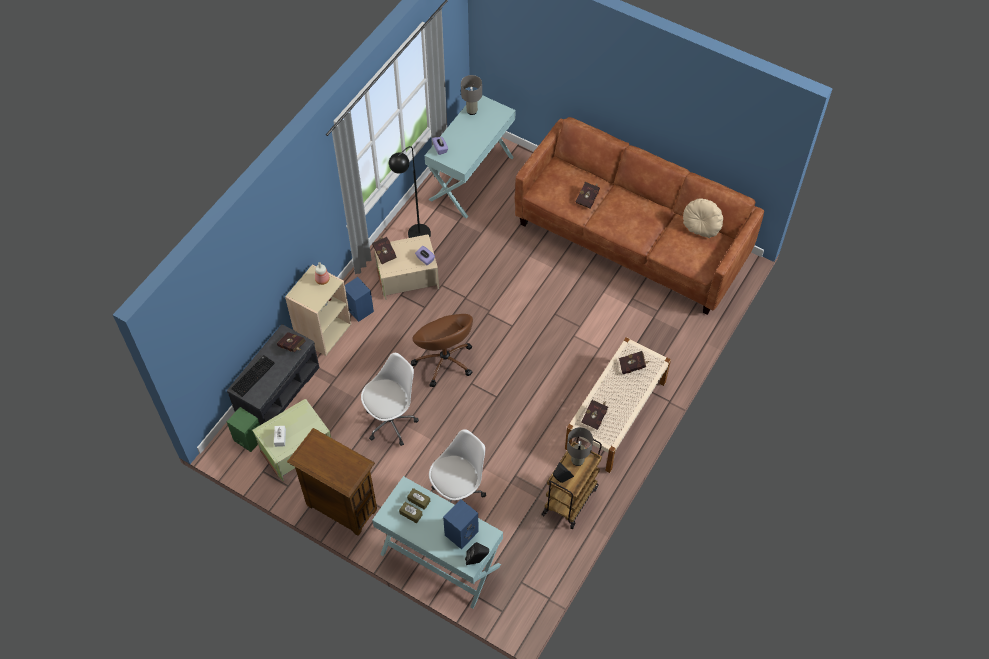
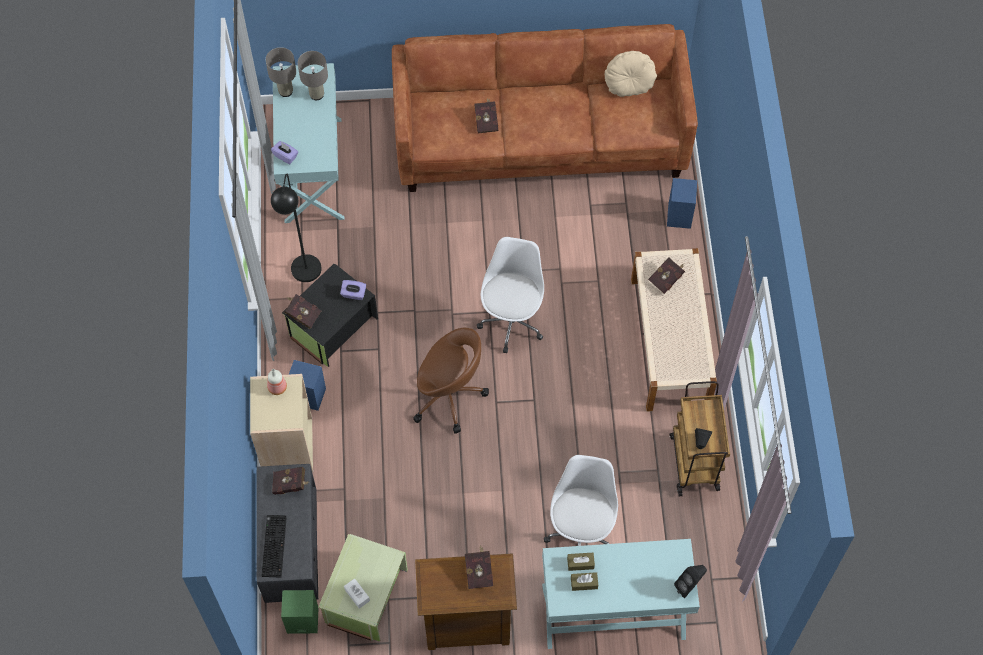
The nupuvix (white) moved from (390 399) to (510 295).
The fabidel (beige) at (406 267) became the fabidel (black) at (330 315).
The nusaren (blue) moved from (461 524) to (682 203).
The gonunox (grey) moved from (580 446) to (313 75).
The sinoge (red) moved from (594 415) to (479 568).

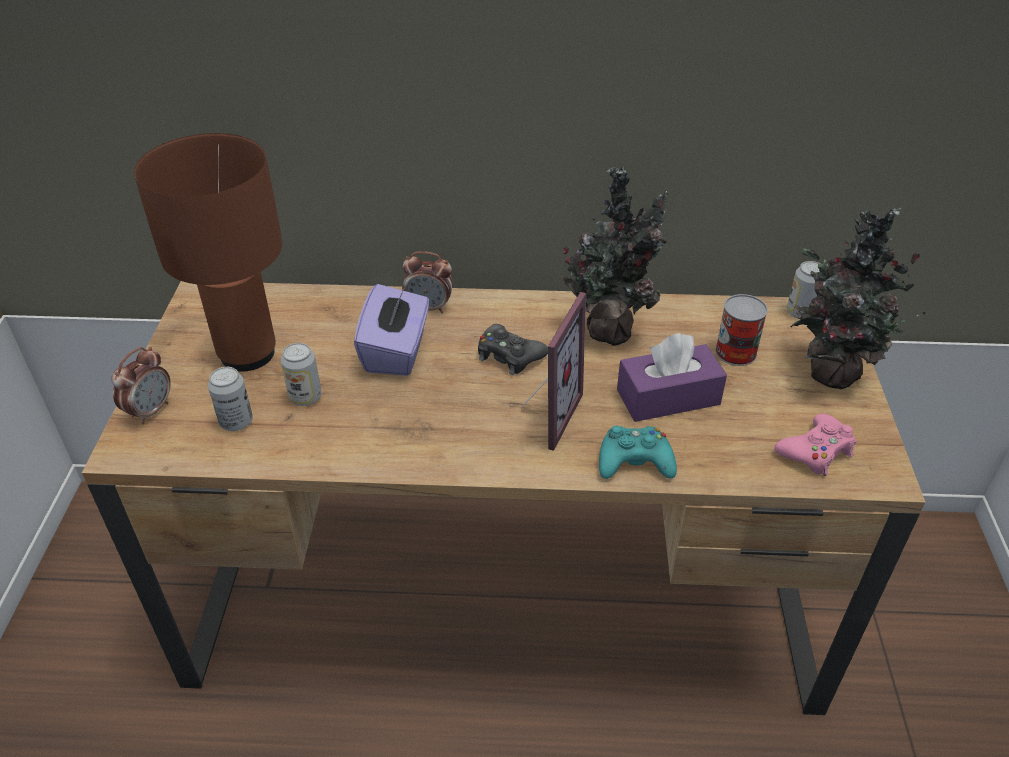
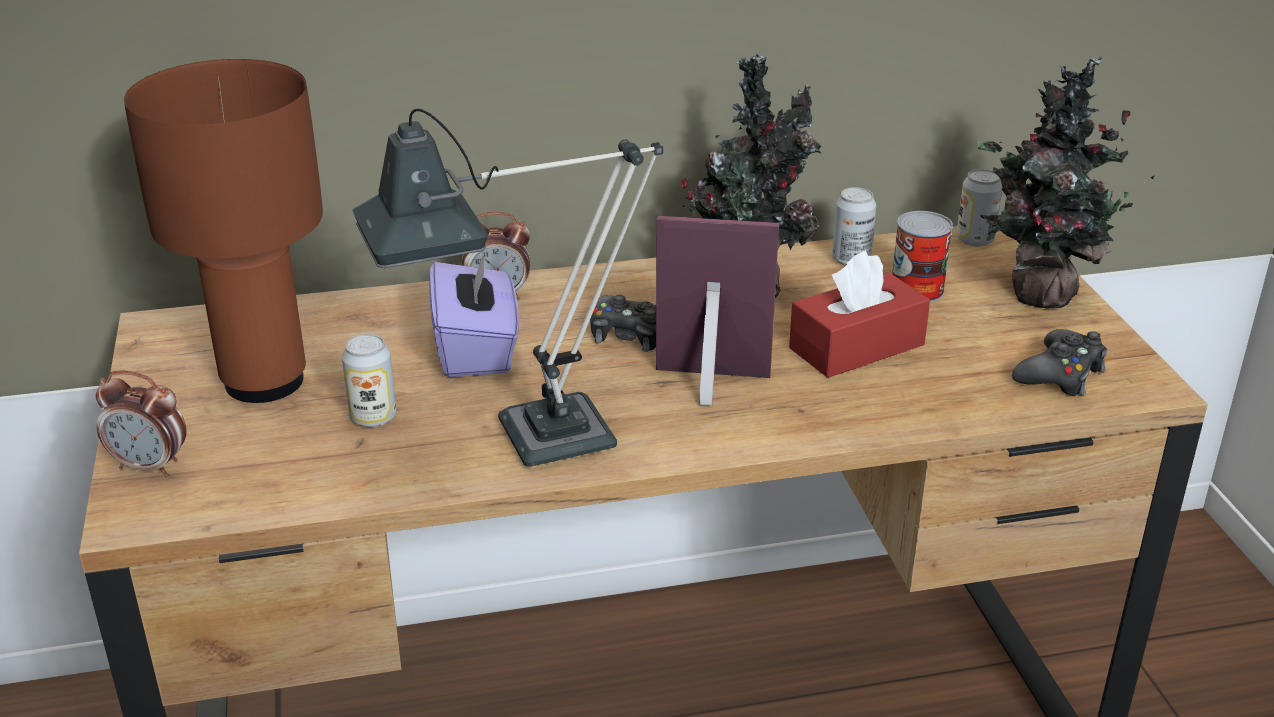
The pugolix at (141 385) turned 90 degrees clockwise.
The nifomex moved from (230 399) to (854 226).
The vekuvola at (554 371) turned 90 degrees counterclockwise.
The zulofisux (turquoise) at (638 452) disappeared.
The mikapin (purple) at (672 377) became the mikapin (red) at (859 314).
The zulofisux (pink) at (815 444) became the zulofisux (black) at (1059 362).
The gonunox at (508 288) appeared.

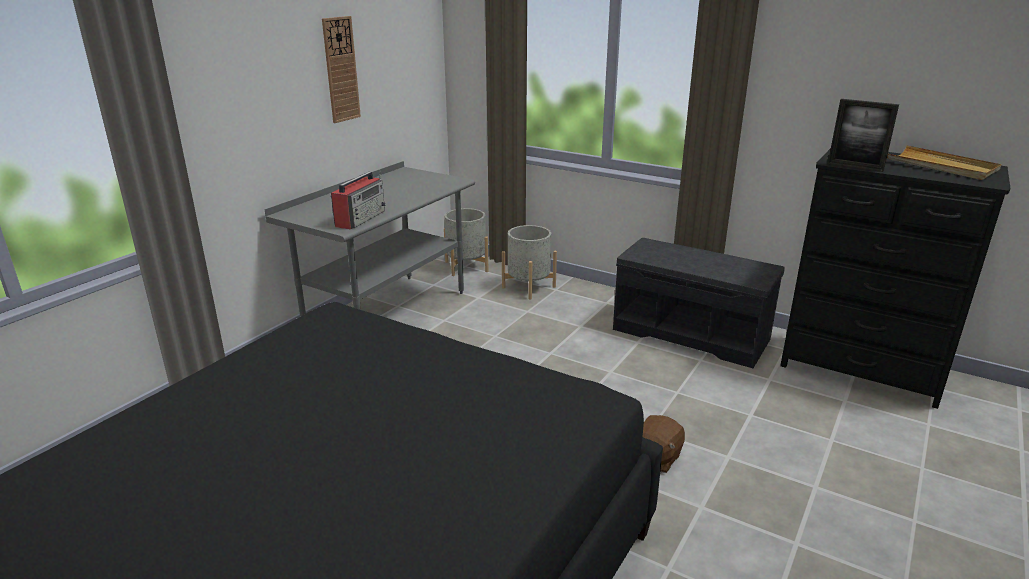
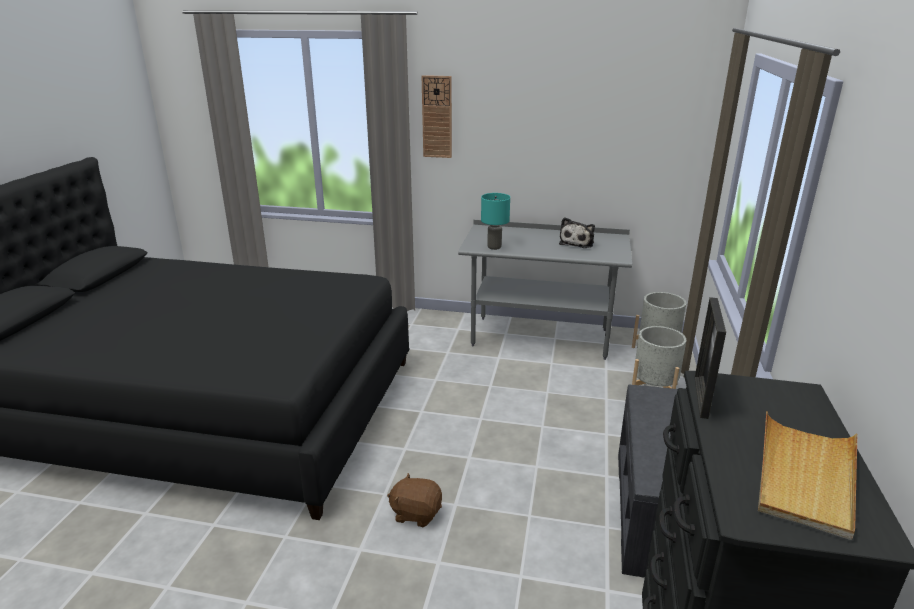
The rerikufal moved from (341 69) to (437 116).
The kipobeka at (358 200) was replaced by the gonunox (turquoise) at (495 221).
The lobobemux at (577 232) appeared.

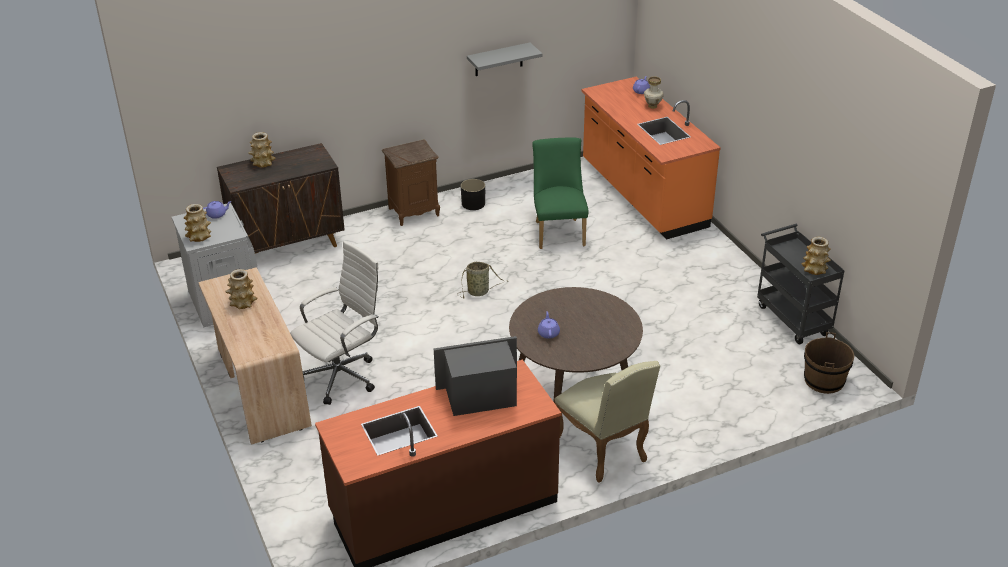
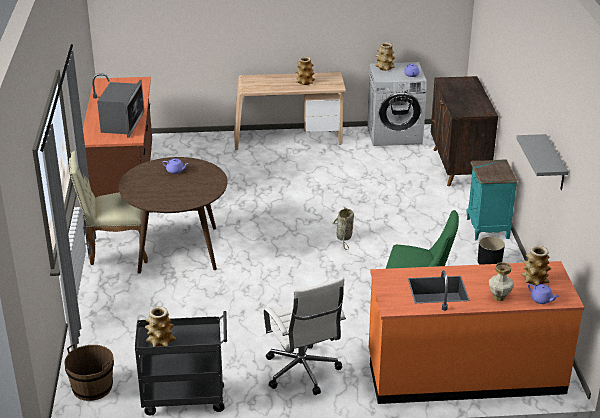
The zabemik moved from (261 150) to (536 265).
The nupuvix (white) moved from (334 323) to (304 336).
The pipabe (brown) at (411 182) became the pipabe (turquoise) at (492 199).

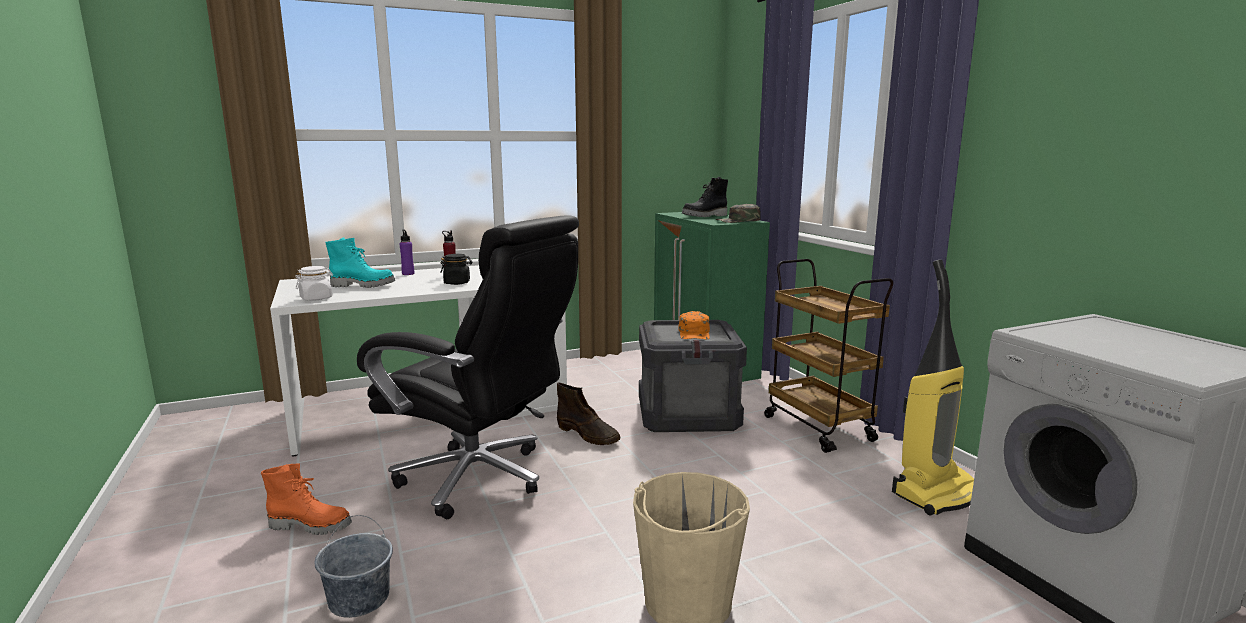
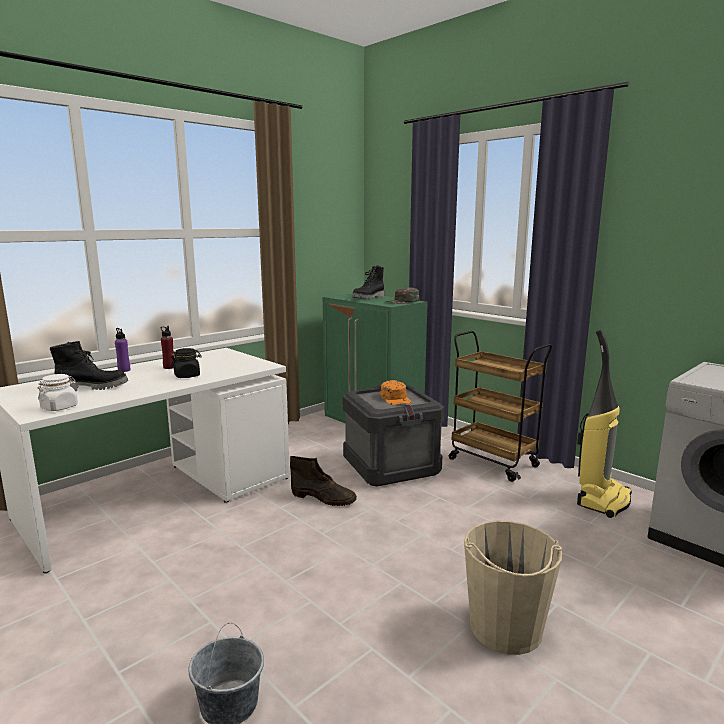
The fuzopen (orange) at (306 499) disappeared.
The fuzopen (turquoise) at (360 263) became the fuzopen (black) at (89 366).
The nupuvix (black) at (468 367) disappeared.

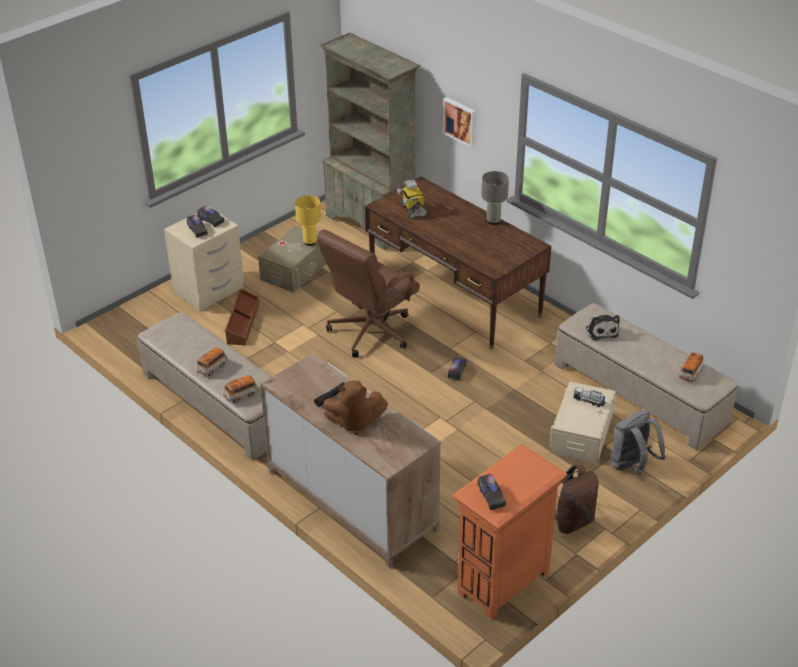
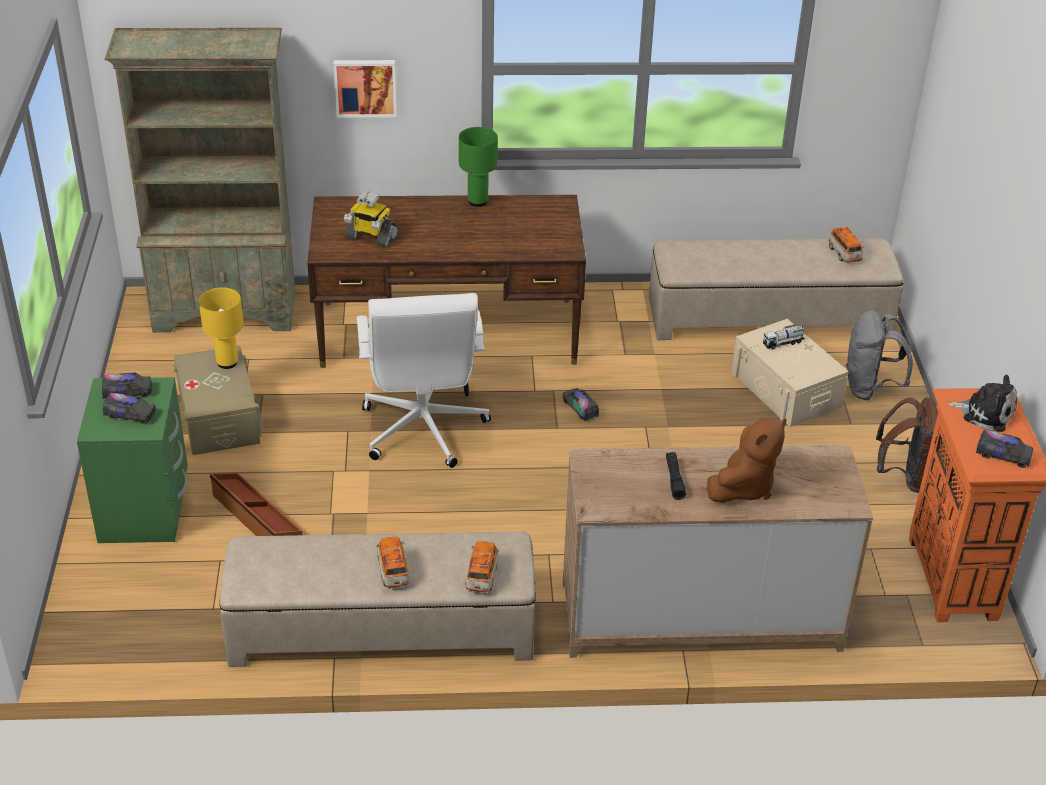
The pipabe (beige) at (204 259) became the pipabe (green) at (132 460).
The nupuvix (brown) at (368 294) became the nupuvix (white) at (424 380).
The gonunox (grey) at (495 198) became the gonunox (green) at (478 167).
The lobobemux moved from (603 328) to (982 403).

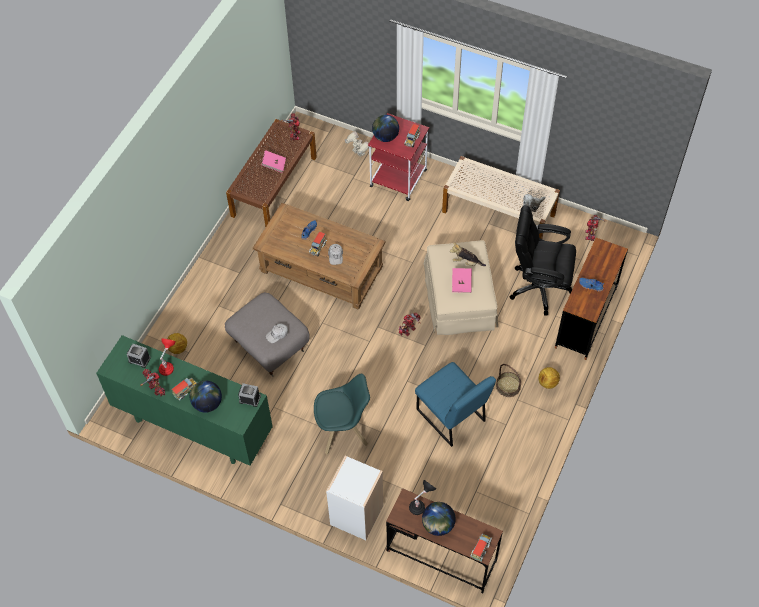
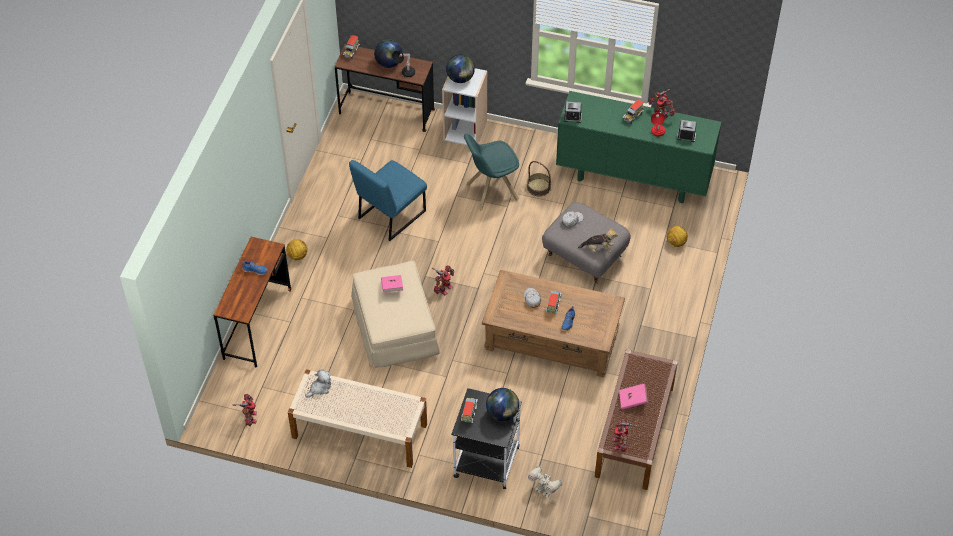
The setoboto moved from (206 397) to (460 69).
The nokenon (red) at (398 157) became the nokenon (black) at (486 438).
The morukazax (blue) at (455 404) turned 90 degrees counterclockwise.
The lobobemux moved from (468 254) to (598 240).
The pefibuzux moved from (508 380) to (539 179).
The nupuvix (black) at (543 260) disappeared.

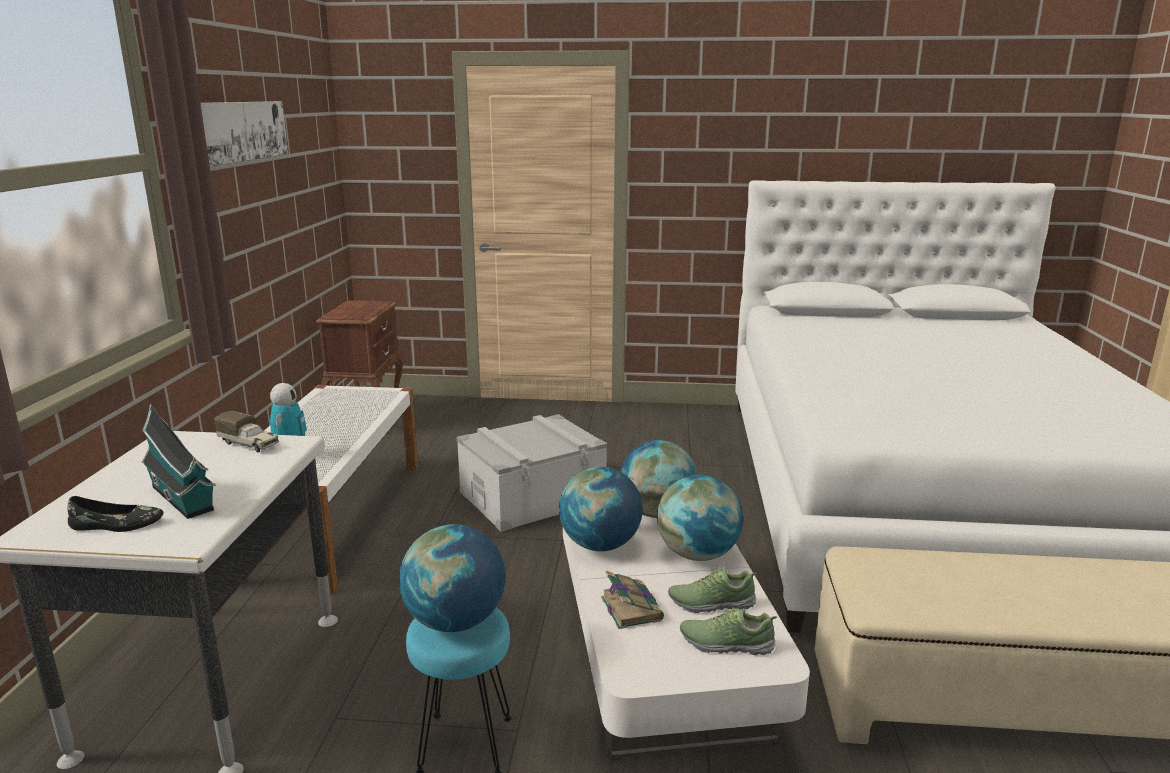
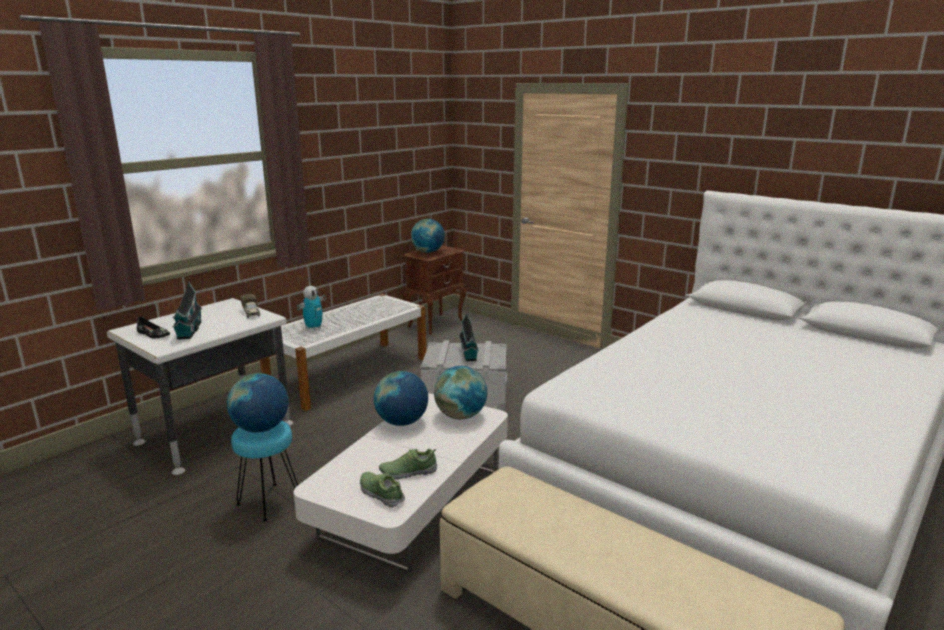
The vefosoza at (244 133) disappeared.
The sinoge at (632 600) disappeared.
The setoboto moved from (700 518) to (428 236).
The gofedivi at (712 591) turned 45 degrees counterclockwise.
The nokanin at (469 337) appeared.

